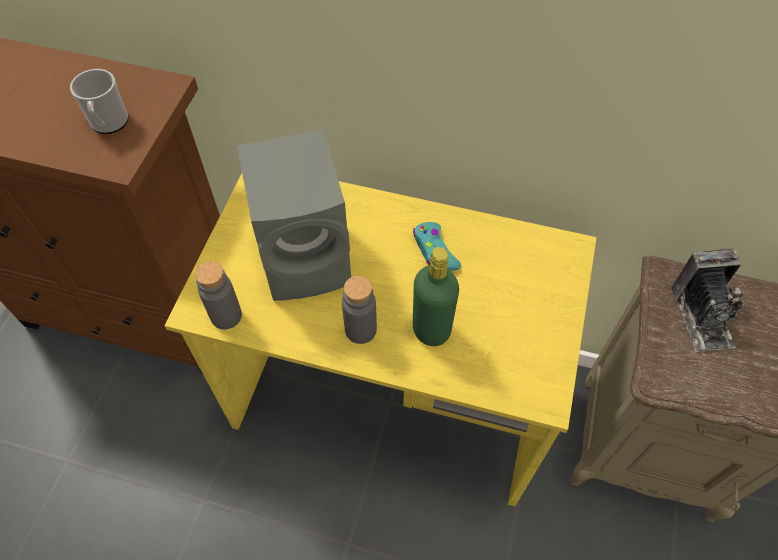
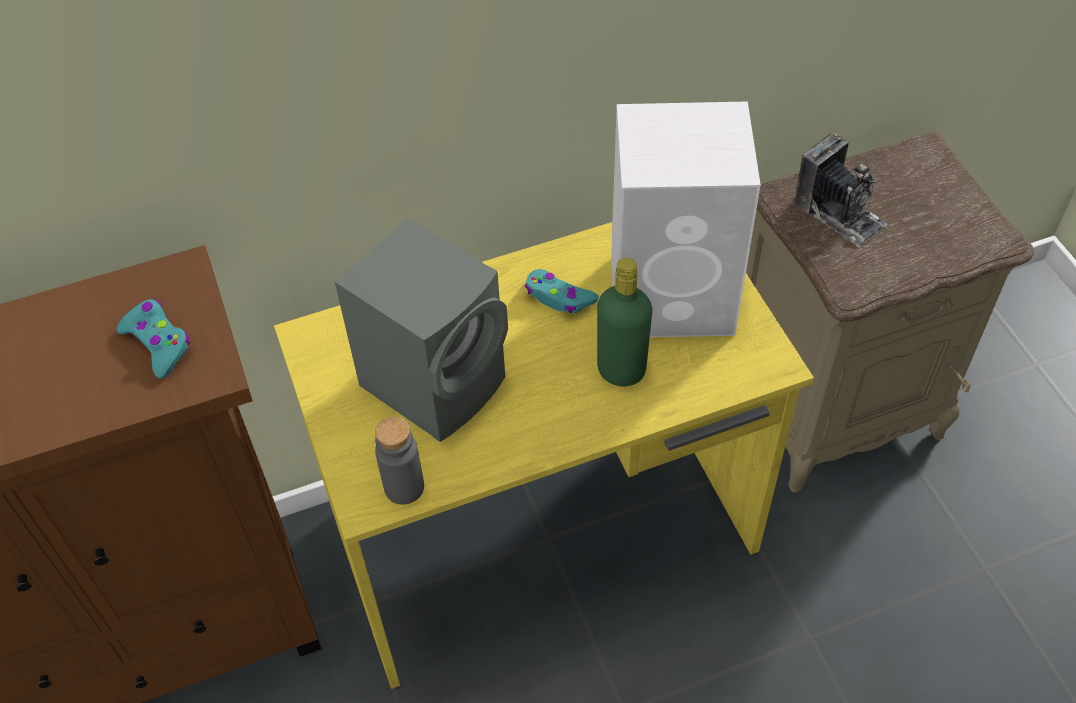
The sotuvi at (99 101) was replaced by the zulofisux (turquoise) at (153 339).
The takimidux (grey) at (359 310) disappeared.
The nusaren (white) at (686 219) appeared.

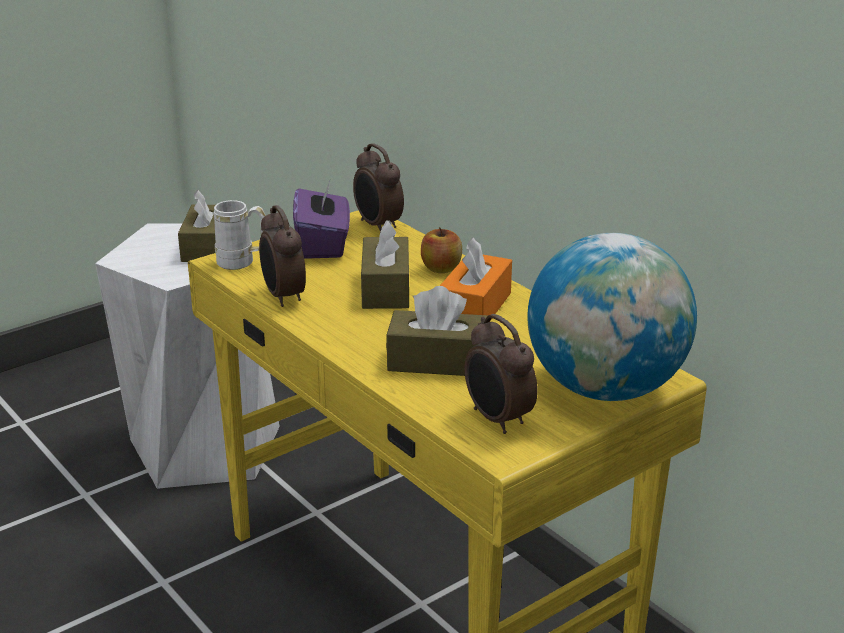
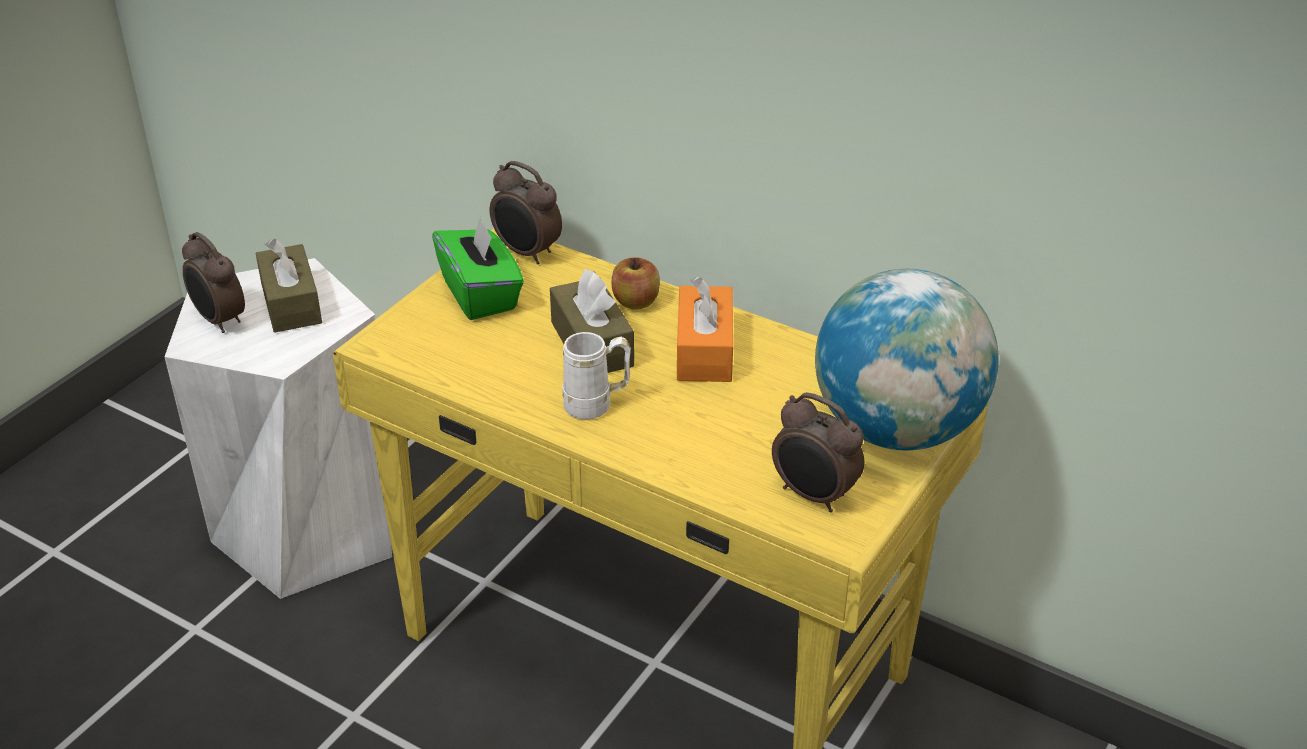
The sotuvi (white) moved from (240 235) to (596 376).
The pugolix moved from (282 256) to (213 282).
The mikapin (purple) at (321 218) became the mikapin (green) at (478 268).
The mikapin (brown) at (437 331) disappeared.

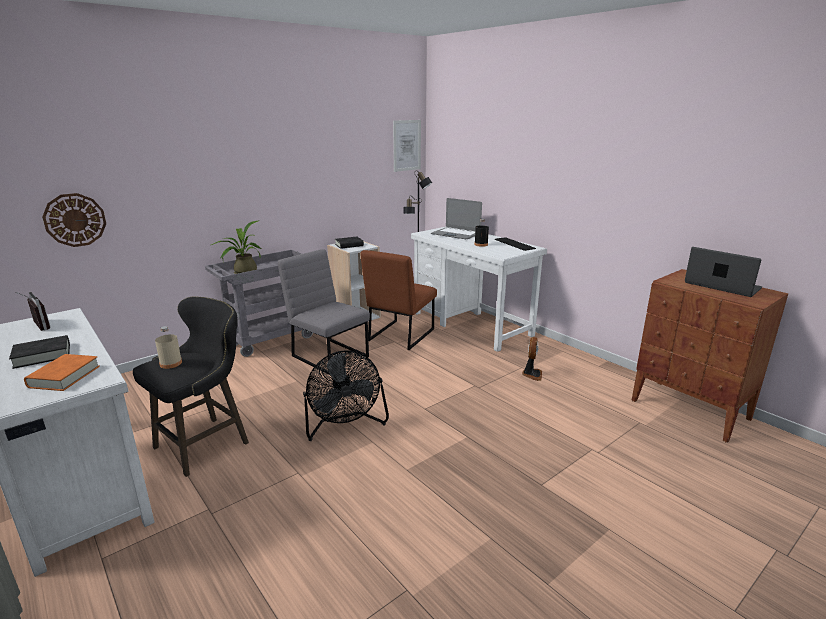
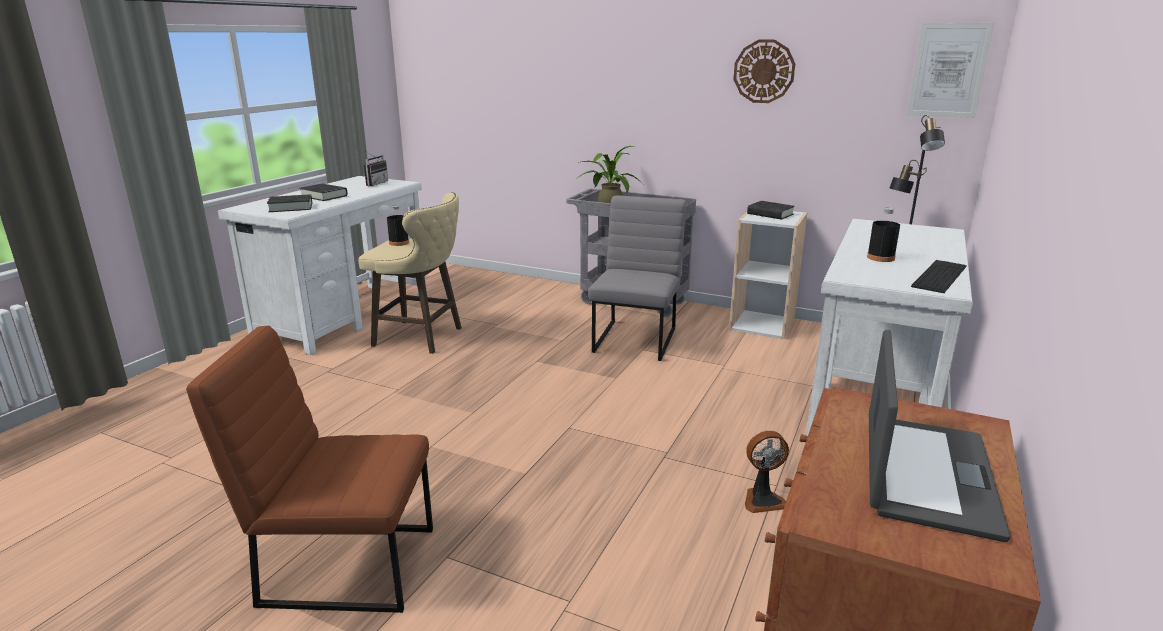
The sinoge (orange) at (62 372) became the sinoge (black) at (289 203).
The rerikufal moved from (74 220) to (764 71).
The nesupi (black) at (191 386) became the nesupi (beige) at (410 273).
The takimidux (beige) at (168 347) became the takimidux (black) at (398 225).
The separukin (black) at (346 395) disappeared.
The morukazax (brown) moved from (398 300) to (309 469).
The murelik at (456 218) disappeared.

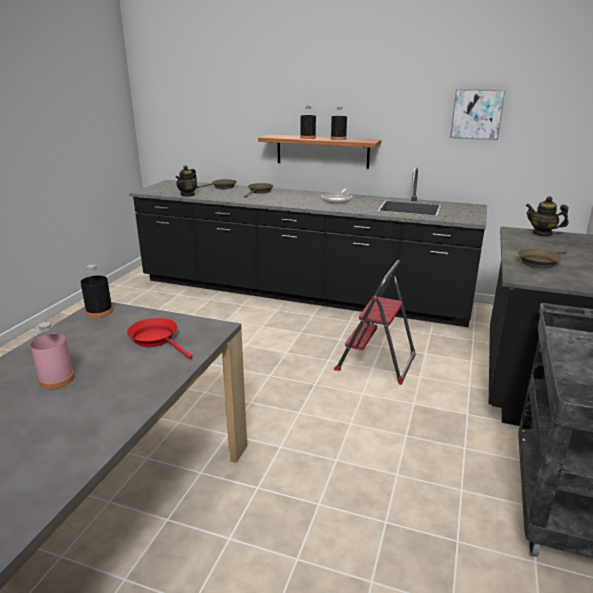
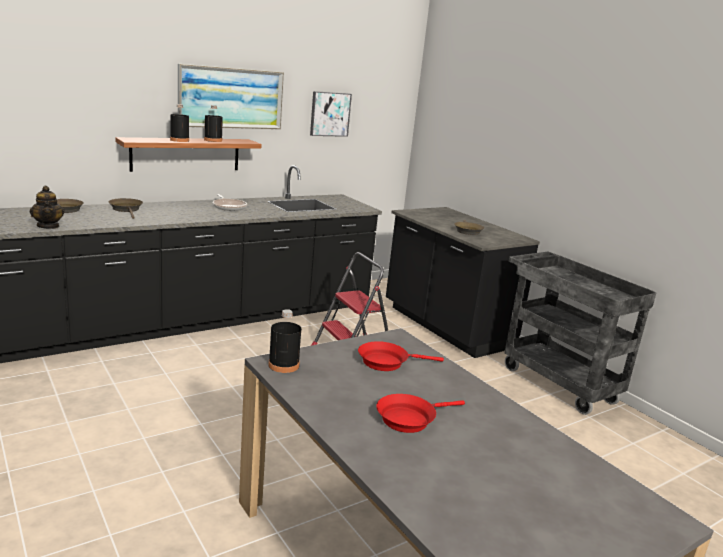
The takimidux (pink) at (53 355) was replaced by the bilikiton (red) at (420 413).
The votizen at (547 216) disappeared.
The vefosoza at (231 96) appeared.

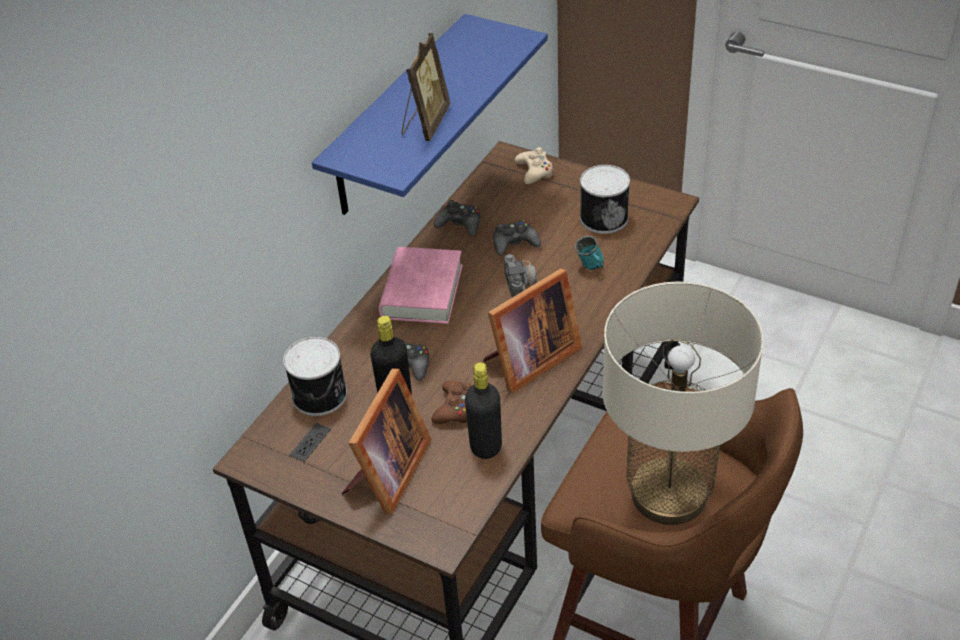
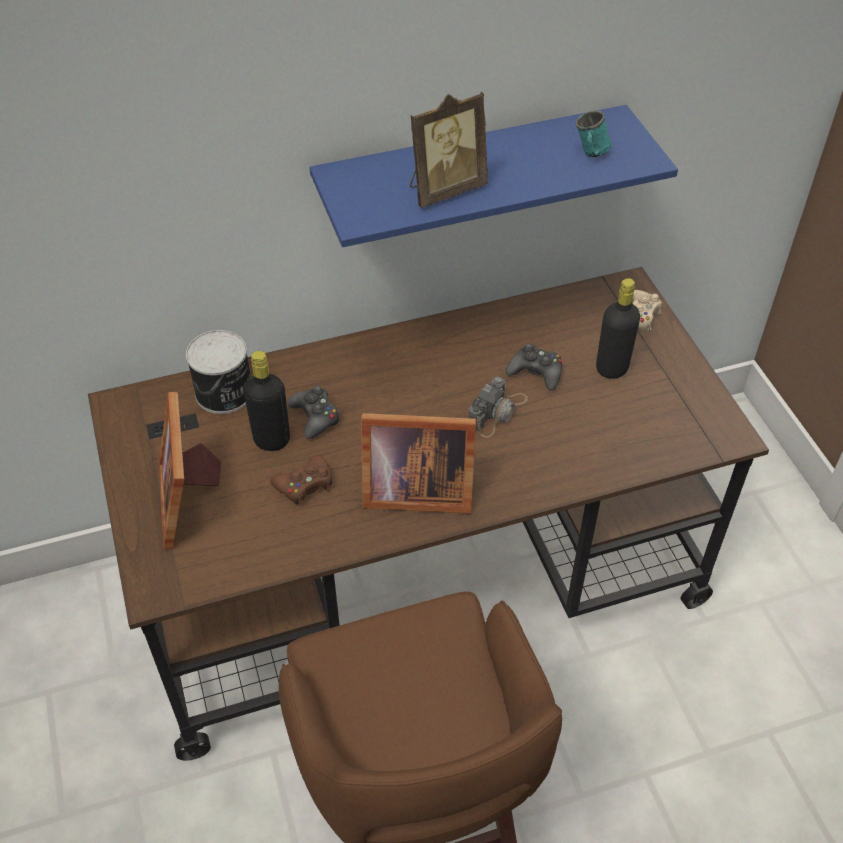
The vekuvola at (386 441) turned 105 degrees clockwise.
The sinoge (pink) at (421 285) disappeared.
The zulofisux (black) at (457 218) disappeared.
The takimidux (black) moved from (483 410) to (618 328).
The sotuvi (turquoise) moved from (589 253) to (594 133).
The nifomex at (605 199) disappeared.
The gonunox at (683 403) disappeared.

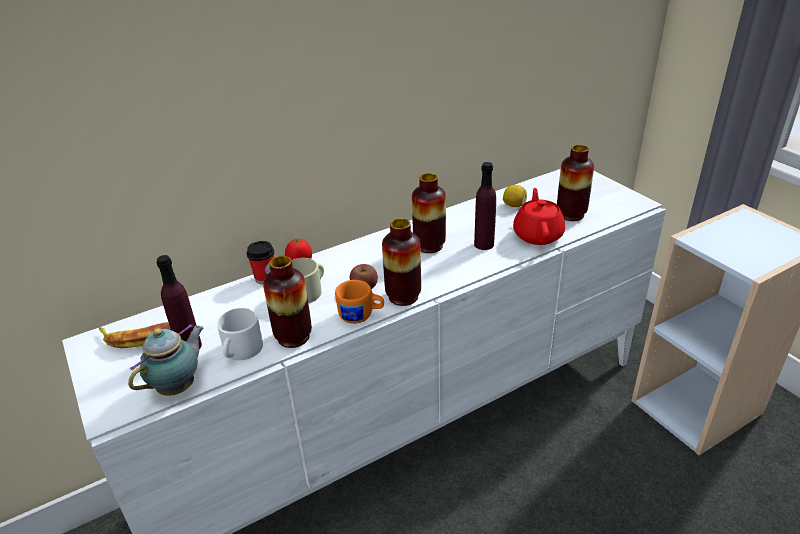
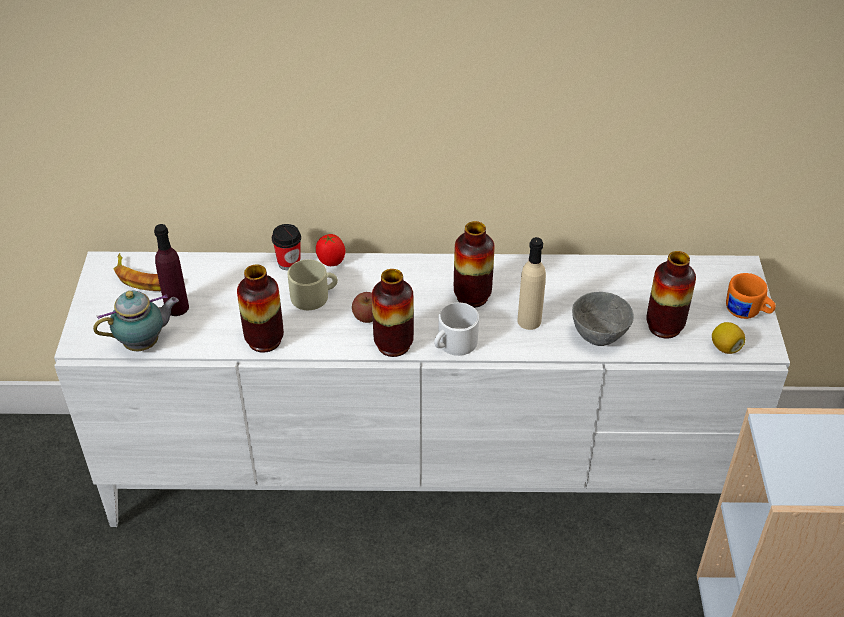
The sotuvi (white) moved from (240 334) to (456 329).
The sotuvi (orange) moved from (359 302) to (751 296).
The takimidux (purple) at (485 206) became the takimidux (beige) at (531 283).
The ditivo moved from (515 196) to (728 338).
The votizen (red) at (539 216) was replaced by the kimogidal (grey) at (603 319).

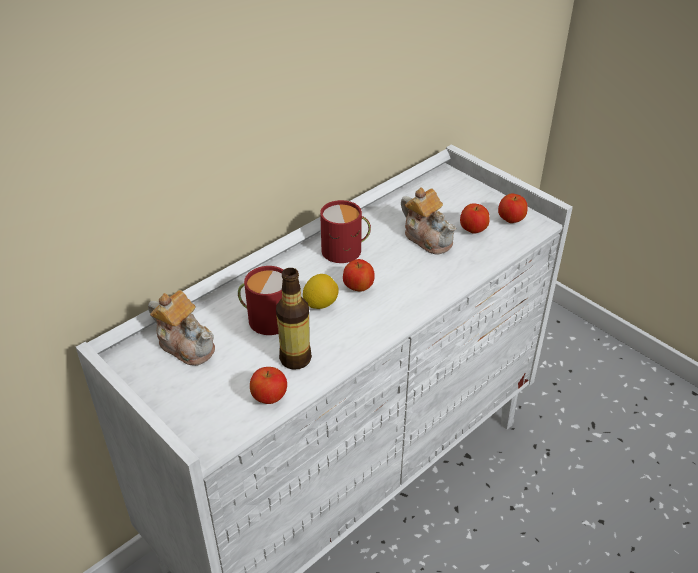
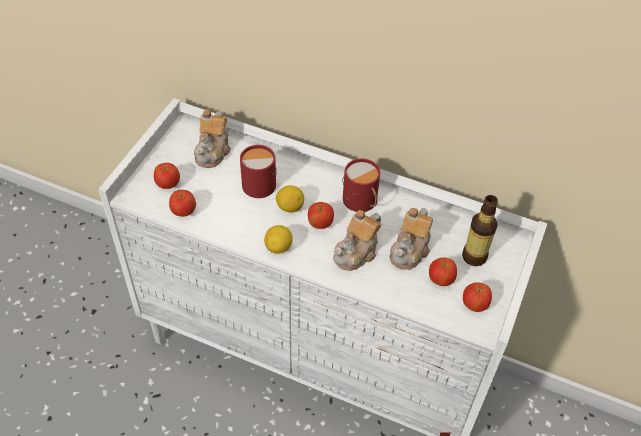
The takimidux moved from (294 319) to (480 230).
The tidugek at (167 176) appeared.
The ditivo at (278 239) appeared.
The votizen at (357 240) appeared.

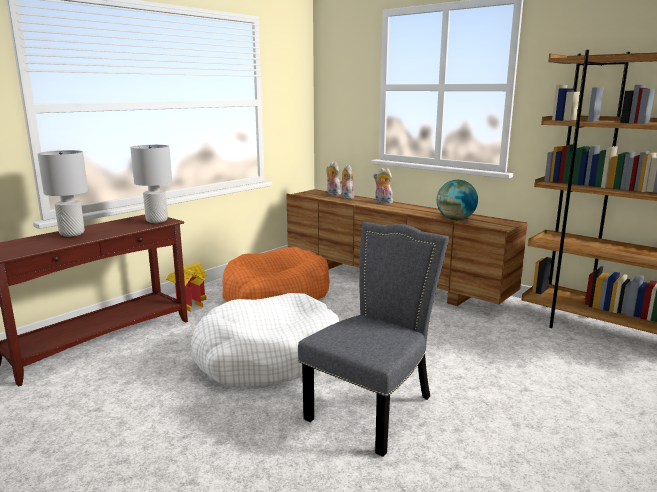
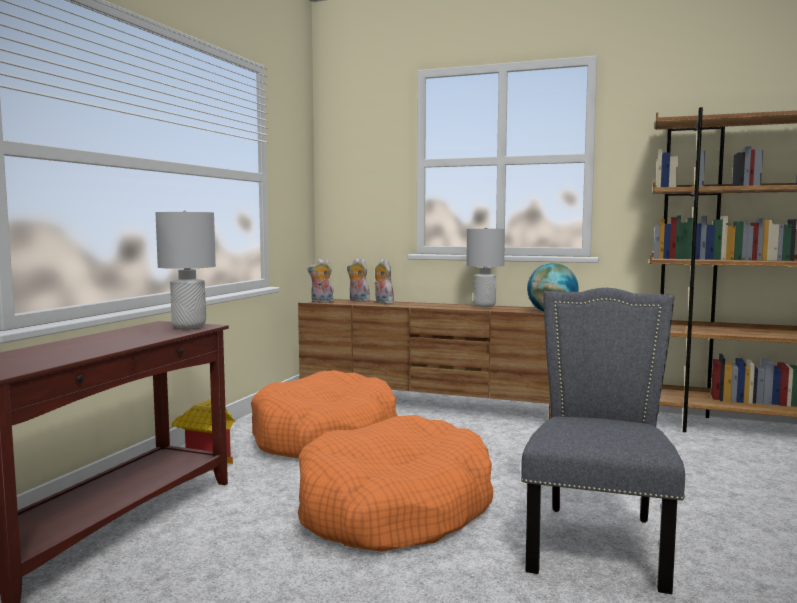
The gonunox (grey) moved from (62 193) to (485 267).
The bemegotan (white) at (265 340) became the bemegotan (orange) at (395 483).
The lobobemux moved from (383 186) to (320 281).

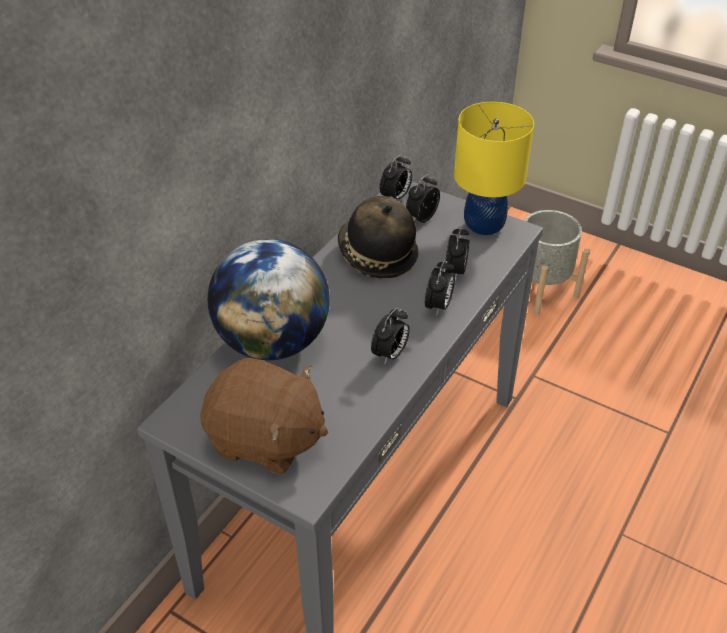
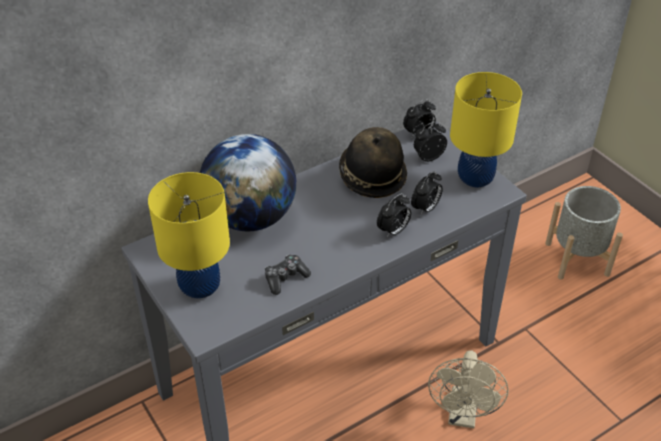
The lobobemux (brown) at (264 416) was replaced by the gonunox (yellow) at (189 235).
The pugolix at (390 335) disappeared.
The zulofisux at (288 275) appeared.
The separukin (beige) at (468 389) appeared.

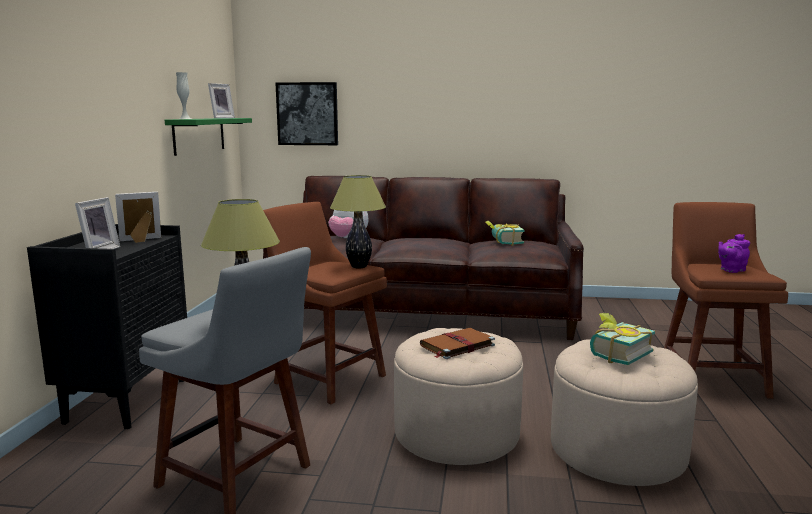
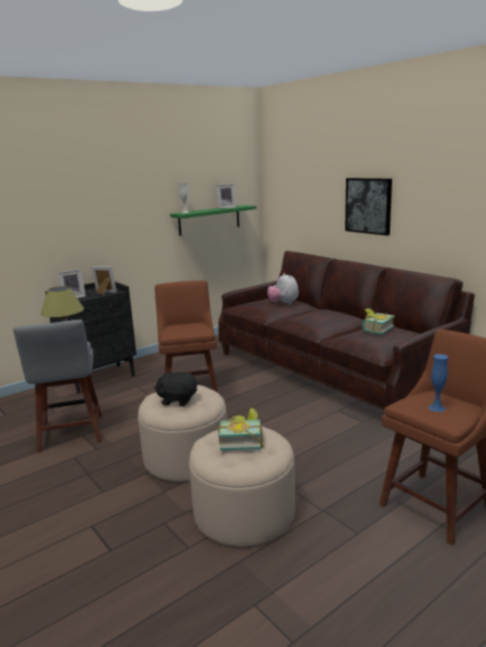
The vefosoza moved from (307 113) to (368 207).
The gonunox at (358 222) disappeared.
The sinoge (brown) at (457 343) was replaced by the lobobemux (black) at (175 388).
The votizen (purple) at (734 253) was replaced by the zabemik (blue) at (438 383).

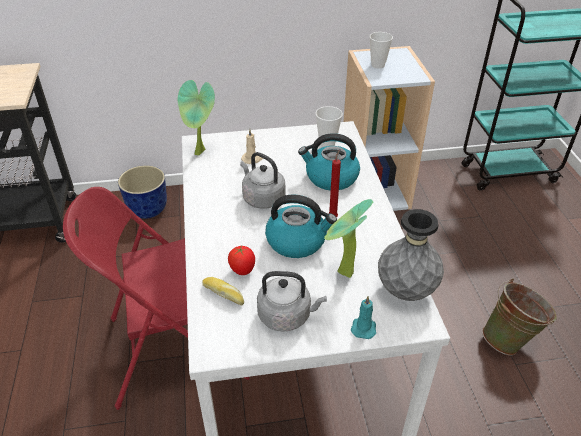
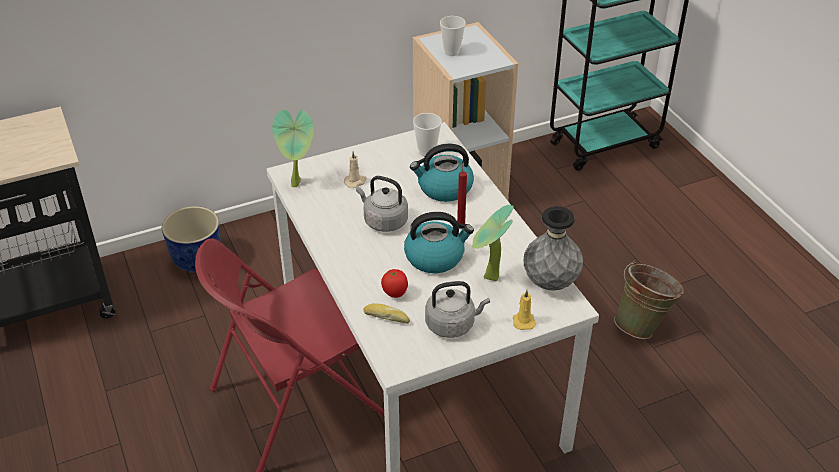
The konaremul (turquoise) at (363 317) became the konaremul (yellow) at (524 310).

